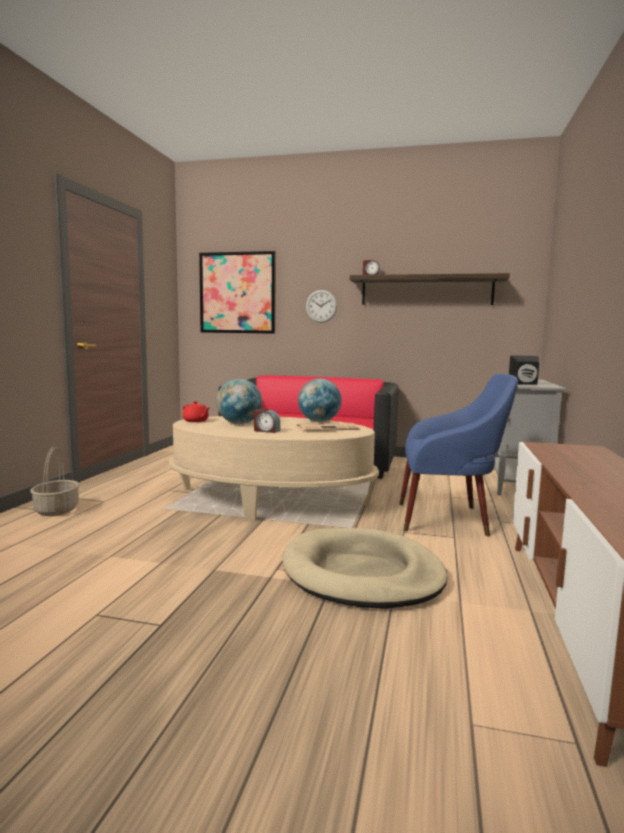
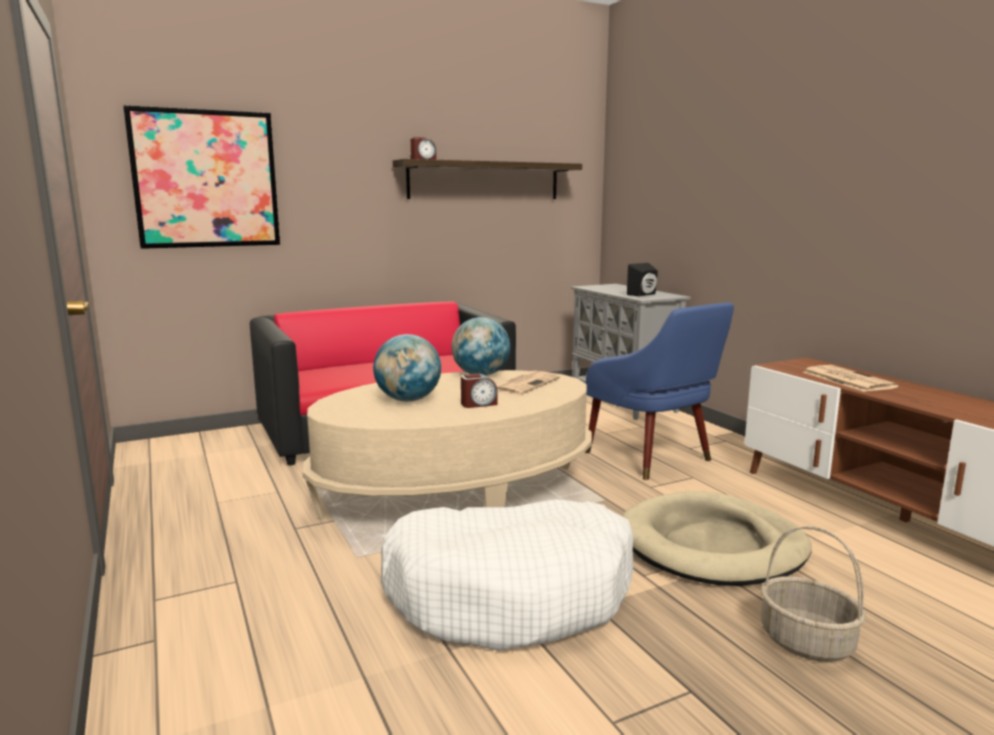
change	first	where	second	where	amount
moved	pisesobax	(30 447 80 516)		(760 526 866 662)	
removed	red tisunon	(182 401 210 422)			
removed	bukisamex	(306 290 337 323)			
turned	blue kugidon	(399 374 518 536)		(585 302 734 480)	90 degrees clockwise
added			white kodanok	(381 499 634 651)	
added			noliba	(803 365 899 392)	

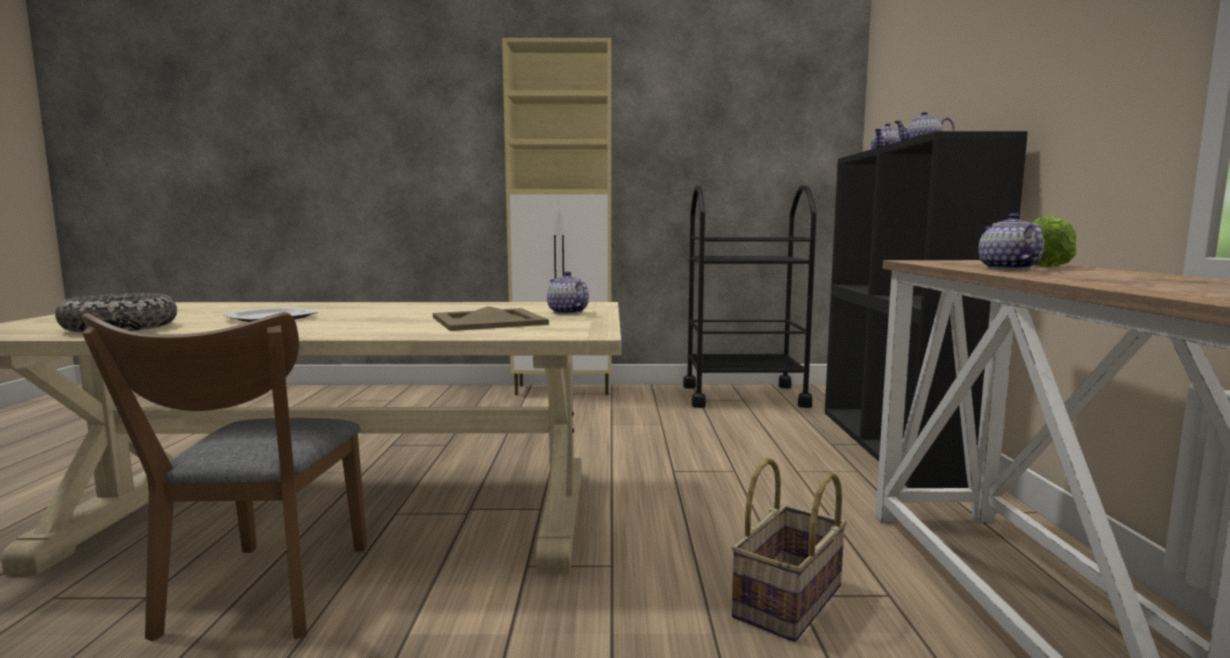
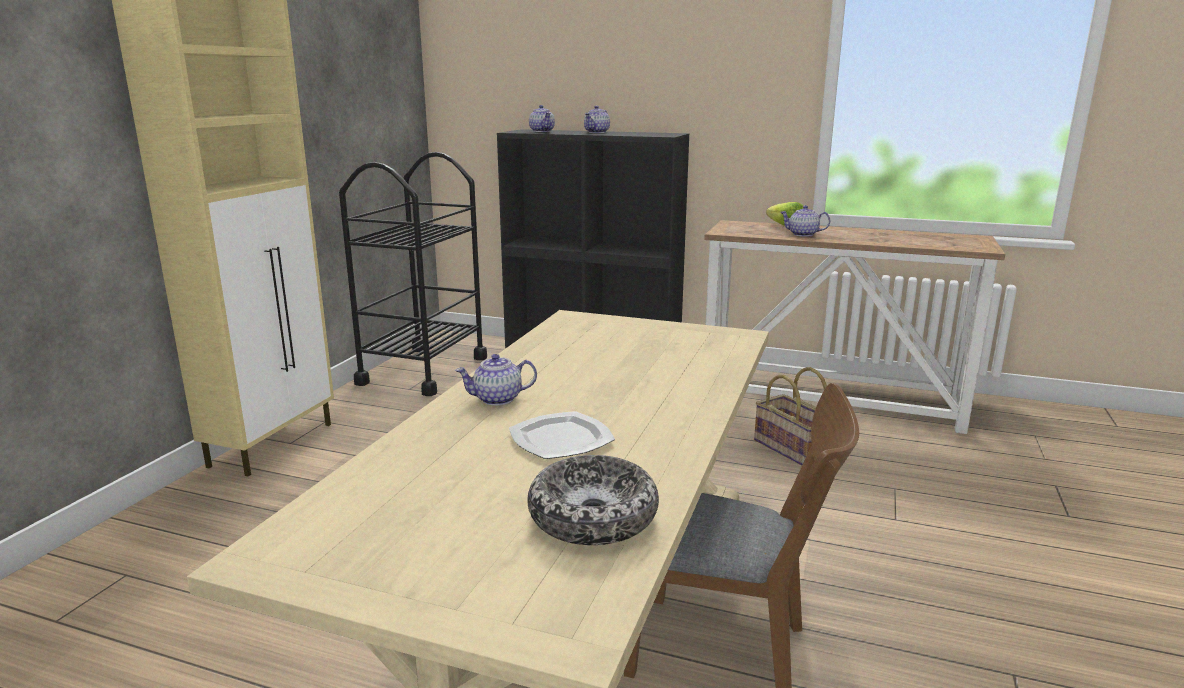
change	first	where	second	where	amount
removed	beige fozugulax	(433 306 549 331)			
moved	tisunon	(547 271 589 314)		(455 354 537 406)	

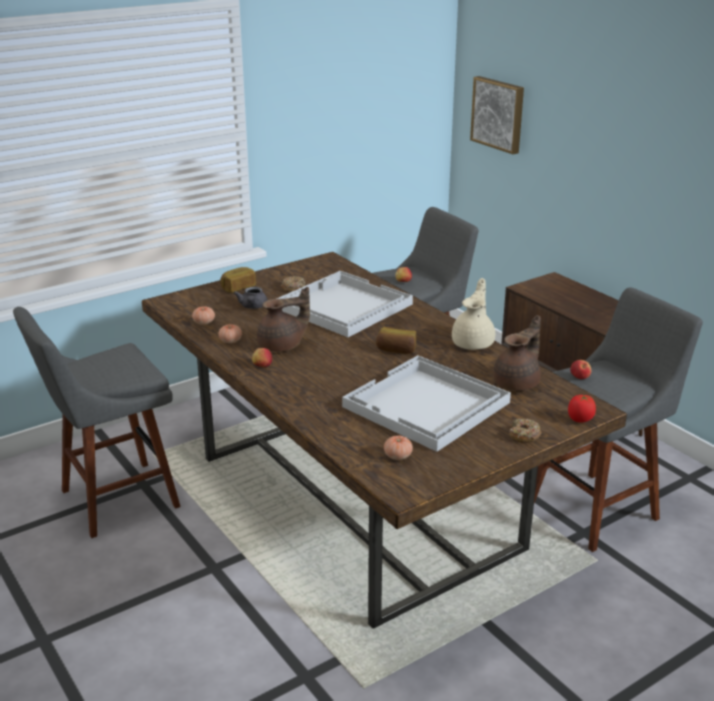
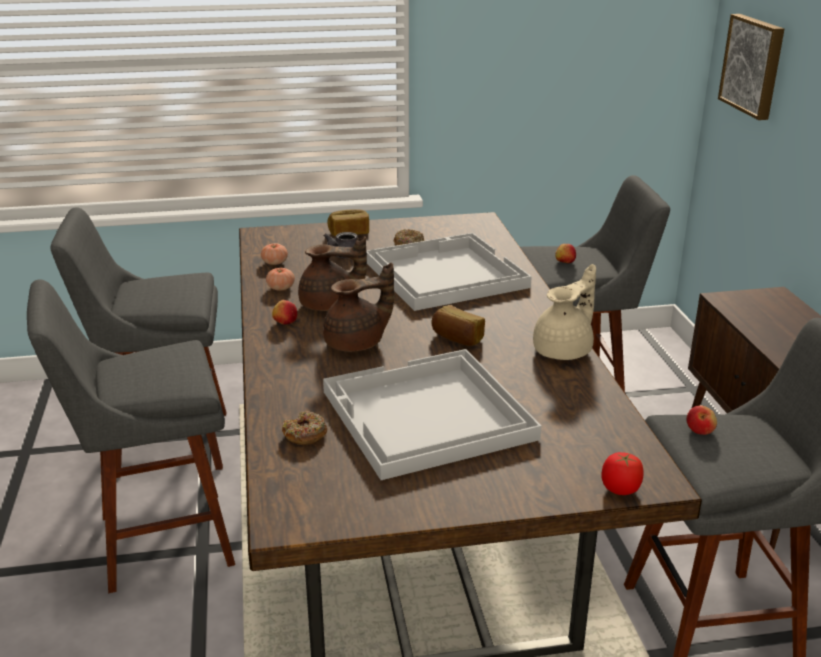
change	first	where	second	where	amount
removed	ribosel	(384 435 413 460)			
moved	brown tisunon	(493 315 541 391)		(323 262 394 352)	
moved	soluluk	(509 418 542 443)		(282 411 327 445)	
added			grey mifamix	(27 279 235 593)	

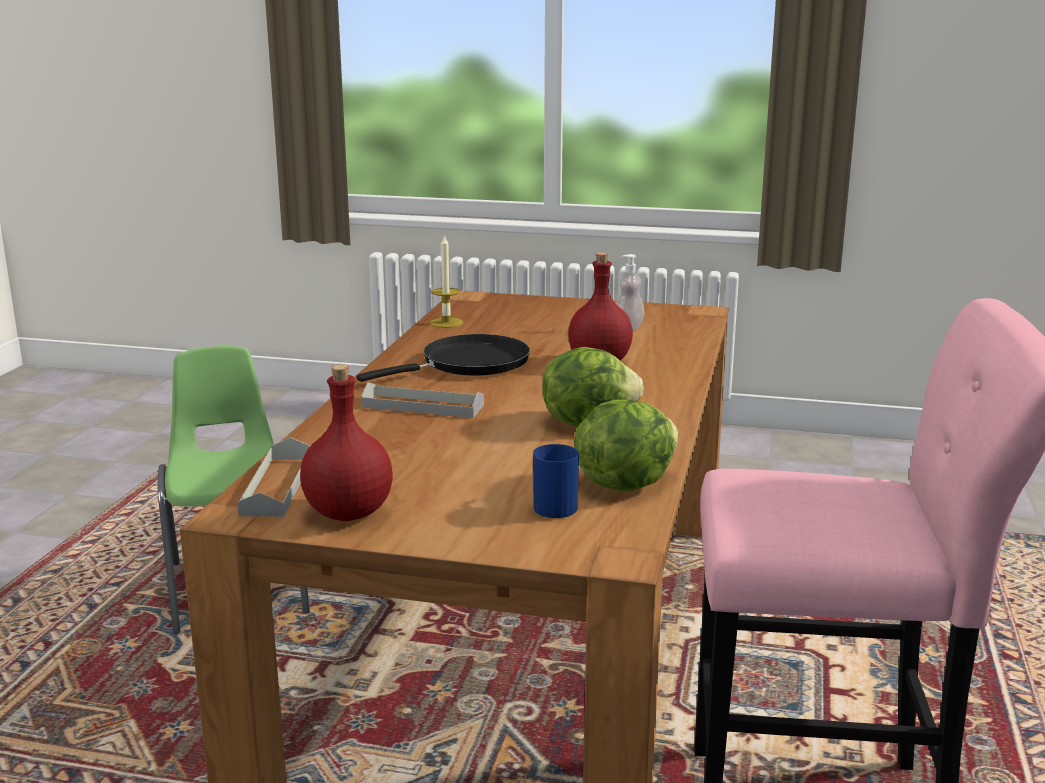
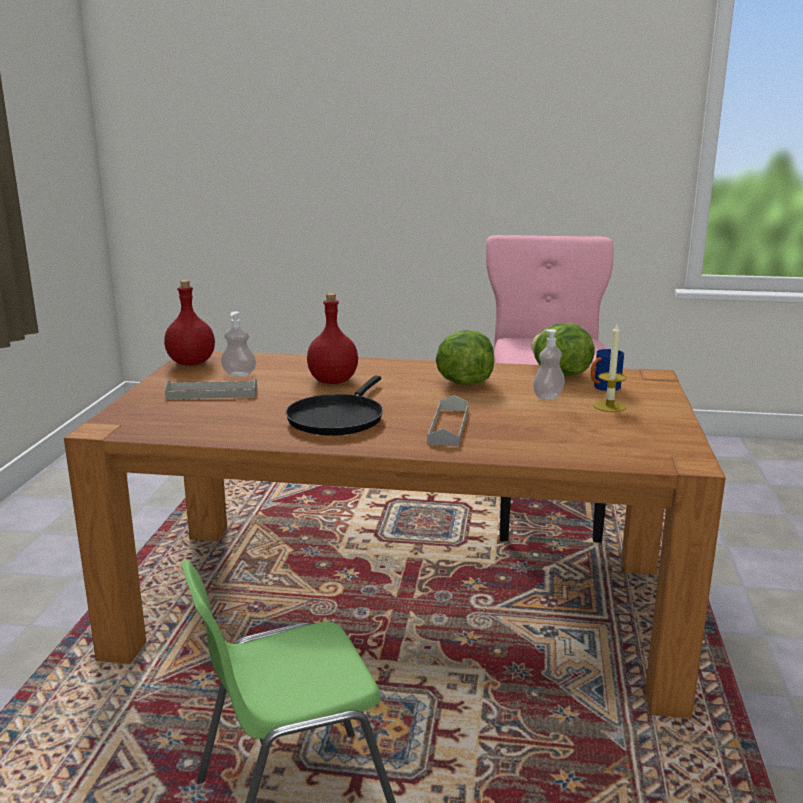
change	first	where	second	where	amount
moved	grey fozugulax	(237 437 310 517)		(165 378 257 399)	
moved	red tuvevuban	(300 364 393 521)		(164 280 215 366)	
turned	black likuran	(356 334 530 382)		(286 375 383 436)	120 degrees counterclockwise
moved	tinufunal	(430 234 463 328)		(593 324 627 412)	
added			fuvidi	(533 329 565 400)	

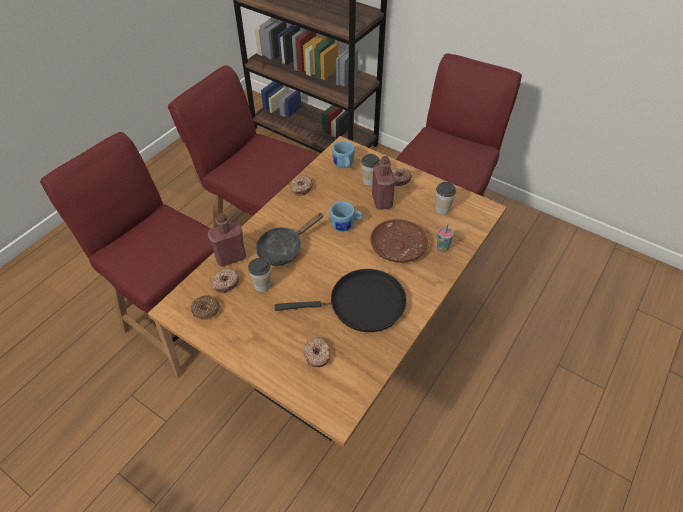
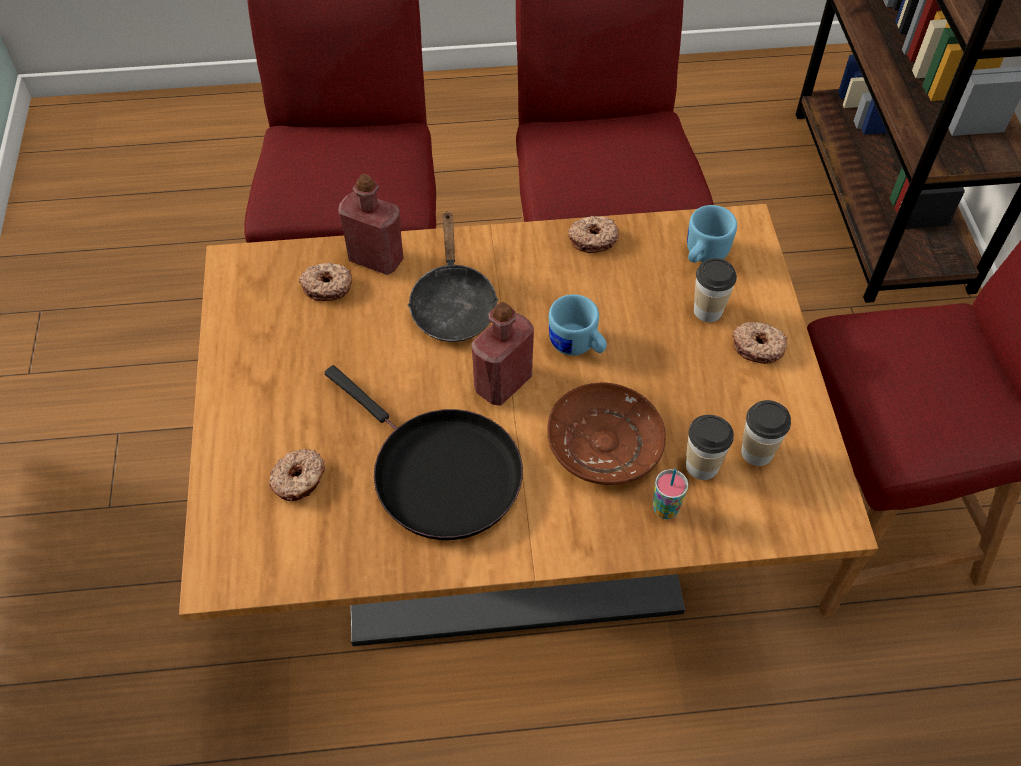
change	first	where	second	where	amount
removed	soluluk	(191 296 220 320)			
moved	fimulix	(248 258 271 292)		(686 415 734 480)	
turned	black likuran	(256 213 324 266)		(407 211 499 342)	105 degrees counterclockwise
moved	red tuvevuban	(372 156 395 210)		(471 302 534 406)	

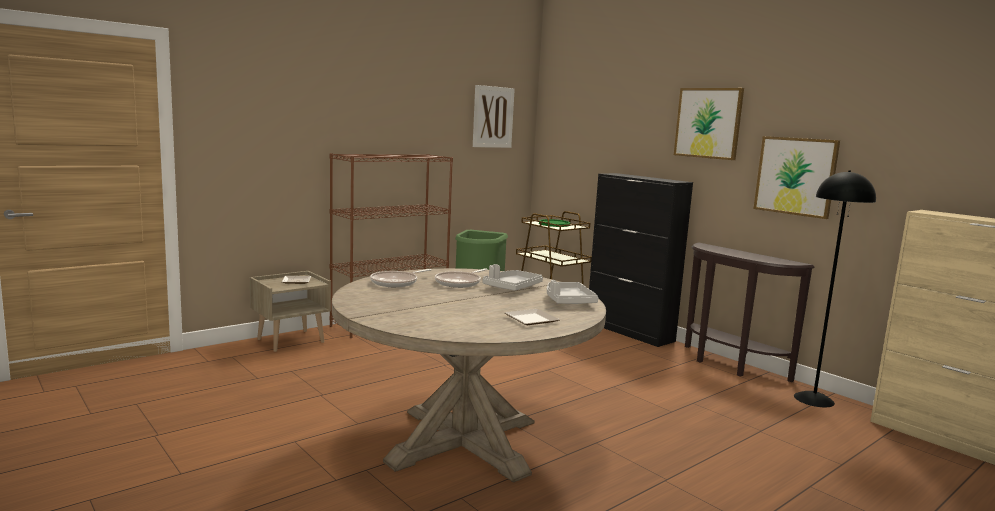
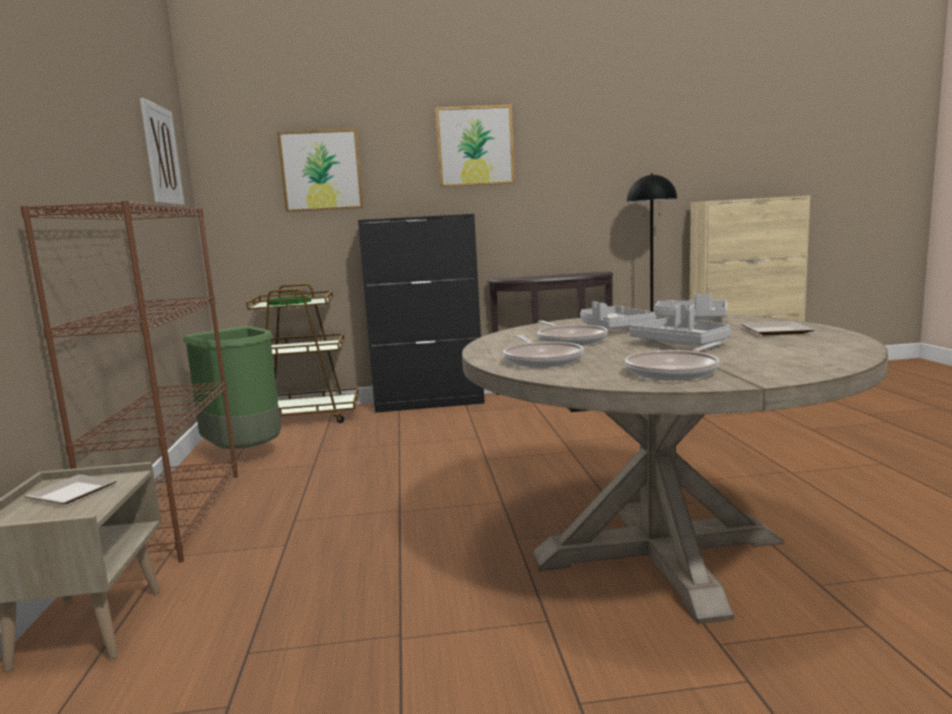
change	first	where	second	where	amount
moved	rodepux	(754 136 840 219)		(277 128 364 212)	
added			likuran	(625 342 721 380)	
added			grey fozugulax	(629 304 731 345)	

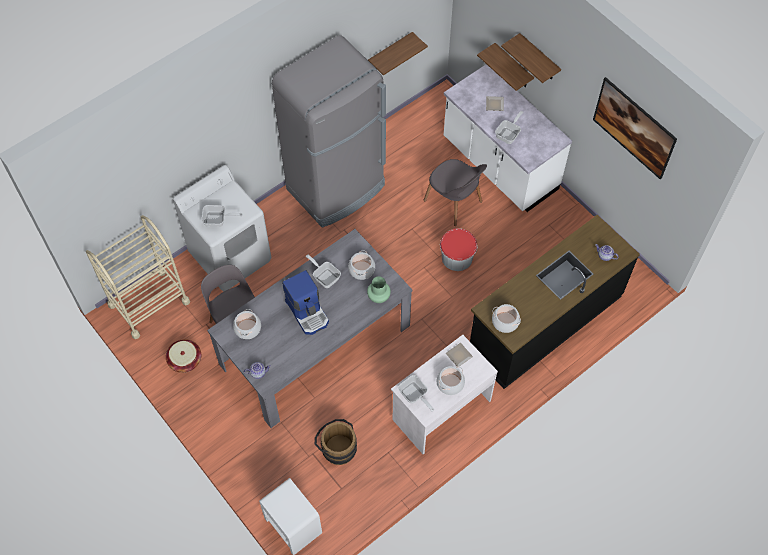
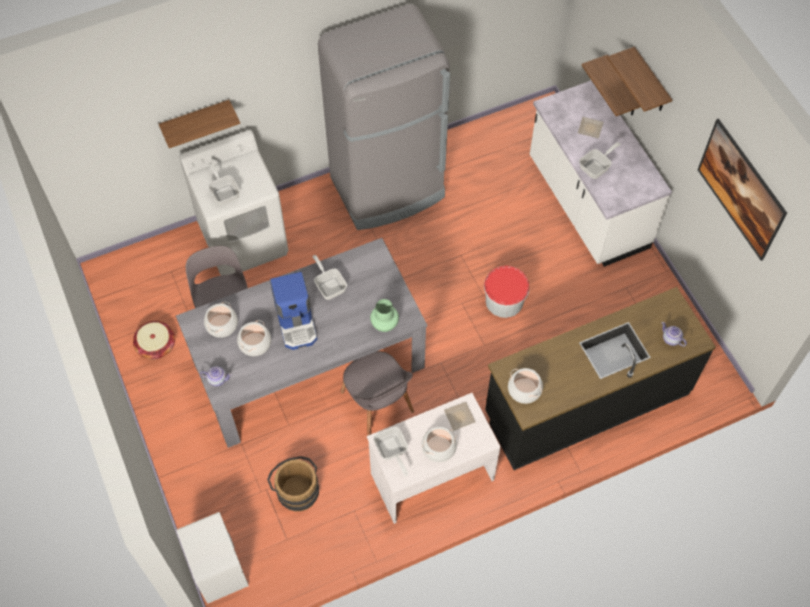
change	first	where	second	where	amount
removed	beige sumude	(86 215 190 339)			
turned	likuran	(201 205 243 227)		(208 162 240 205)	135 degrees counterclockwise
moved	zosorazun	(348 250 375 280)		(237 320 271 356)	
moved	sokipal	(368 32 428 75)		(159 100 240 148)	
moved	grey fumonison	(424 159 487 226)		(341 351 414 436)	

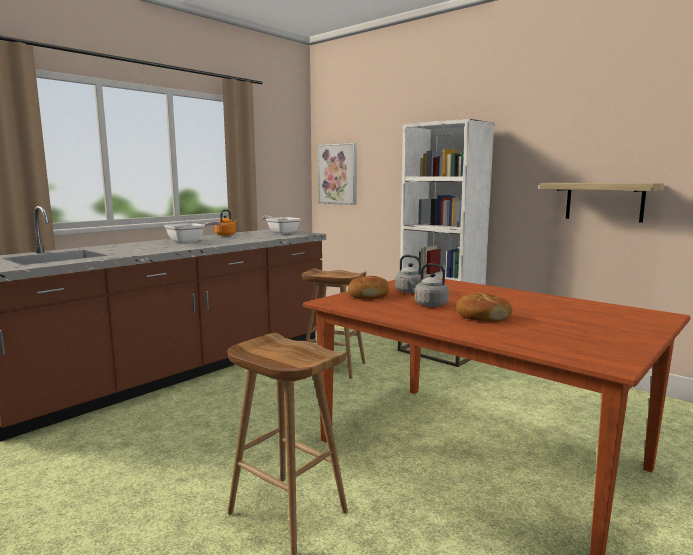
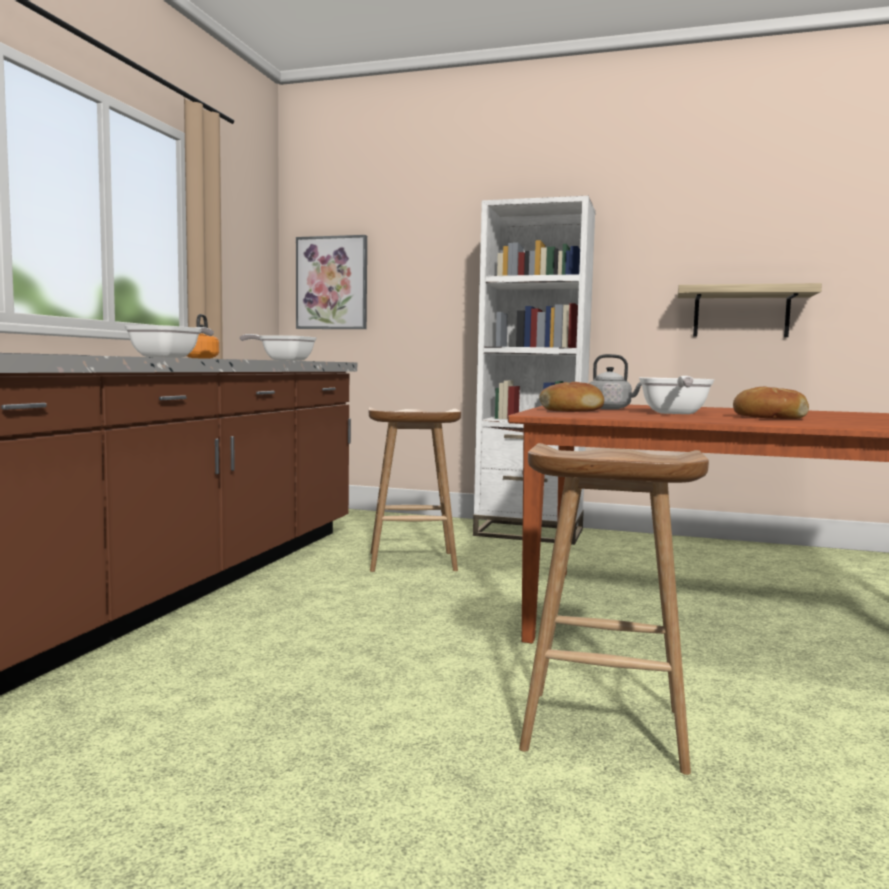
change	first	where	second	where	amount
replaced	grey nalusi	(409 264 449 307)	likuran	(639 376 714 414)	

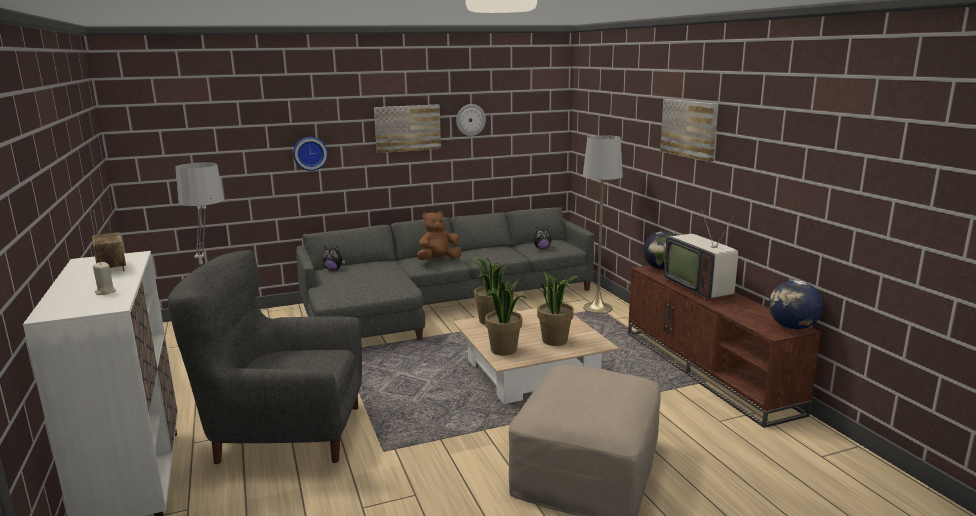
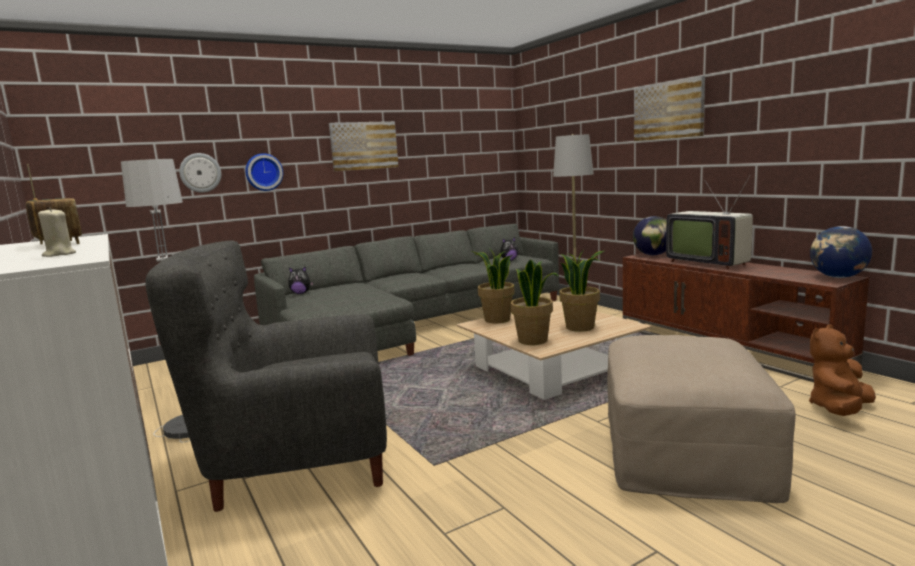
change	first	where	second	where	amount
moved	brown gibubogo	(417 211 462 260)		(809 324 876 416)	
moved	bukisamex	(456 104 486 136)		(179 153 221 193)	

